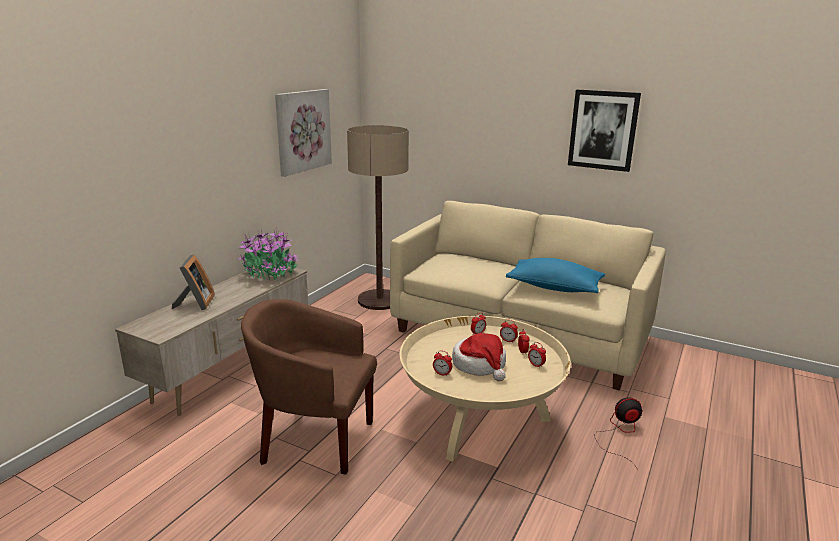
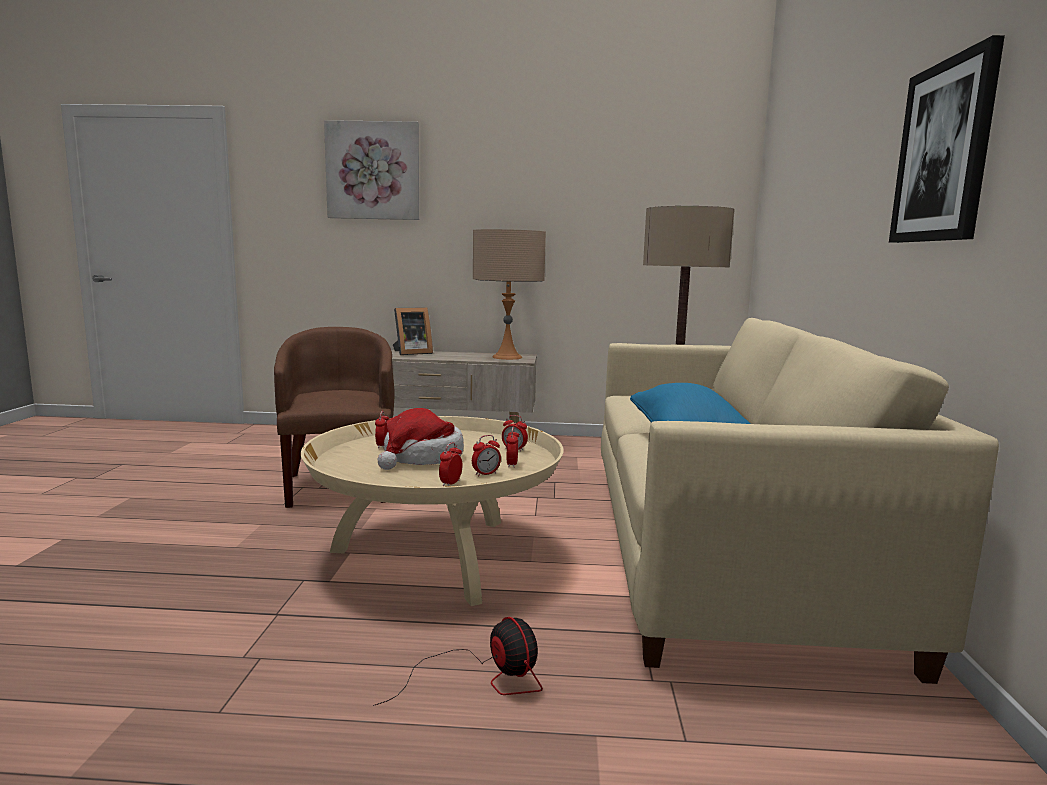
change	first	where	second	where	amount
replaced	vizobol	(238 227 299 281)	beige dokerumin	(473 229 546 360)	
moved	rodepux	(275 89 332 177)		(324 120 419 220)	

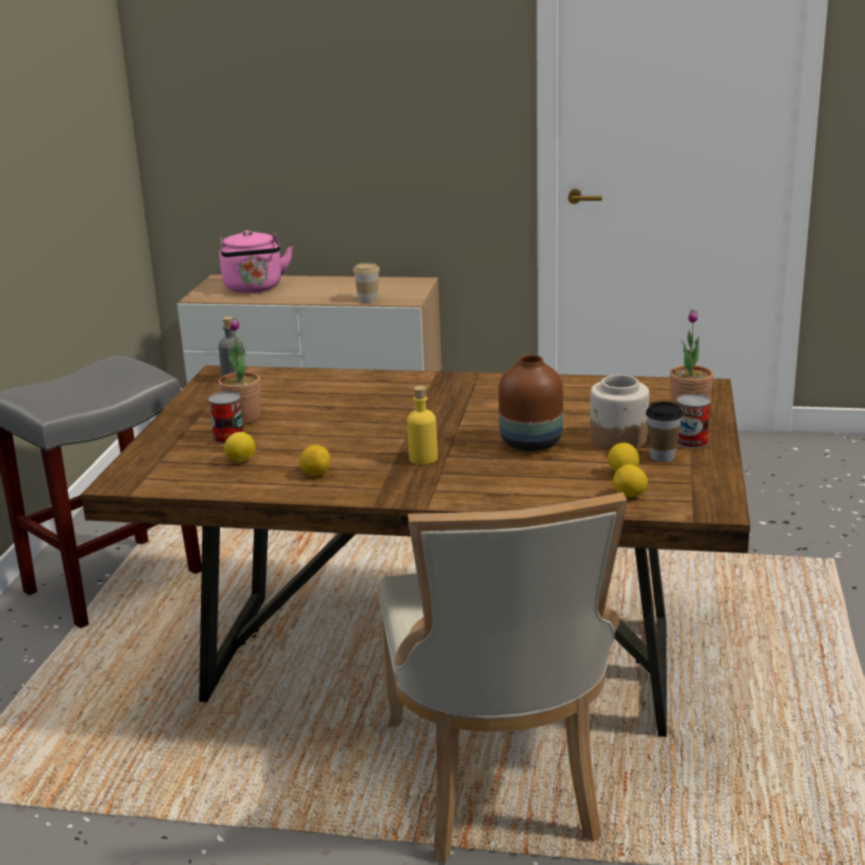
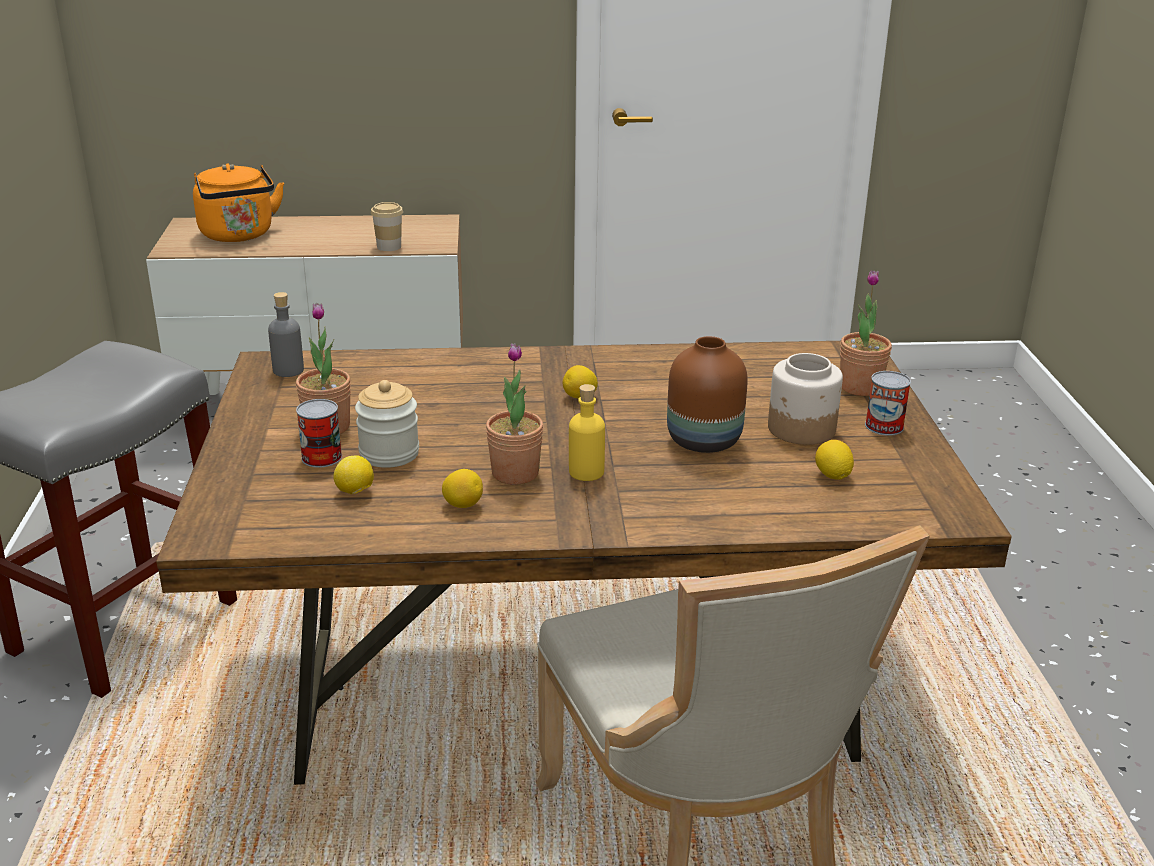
change	first	where	second	where	amount
recoloured	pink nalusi	(219 230 293 293)	orange nalusi	(193 163 284 242)	
moved	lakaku	(613 464 648 497)		(563 365 598 399)	
removed	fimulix	(646 401 683 462)			
added			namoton	(355 380 419 468)	
added			vizobol	(486 343 544 485)	

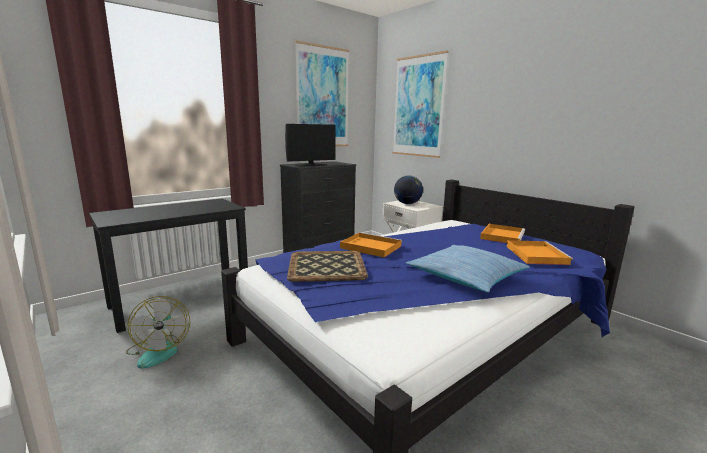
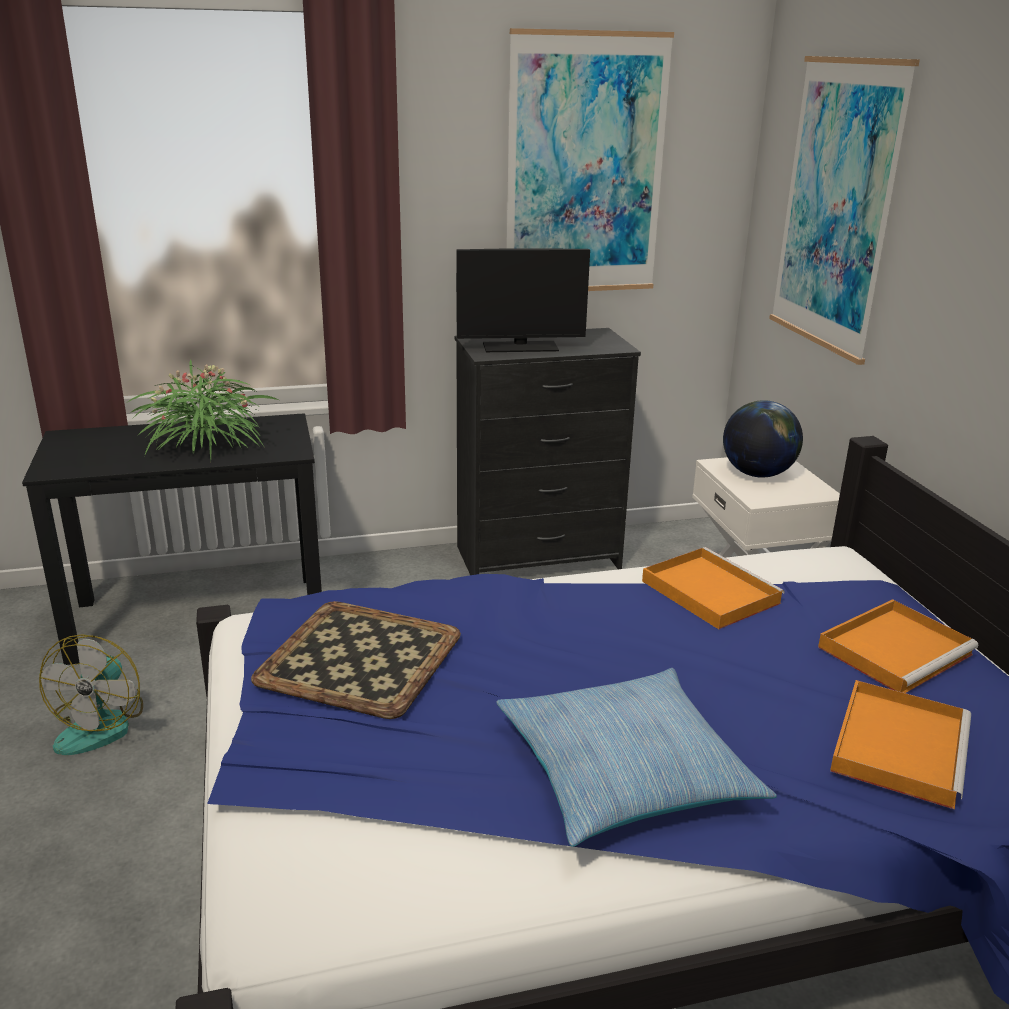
change	first	where	second	where	amount
moved	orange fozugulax	(340 232 402 258)		(642 547 784 629)	
added			vizobol	(128 359 278 460)	

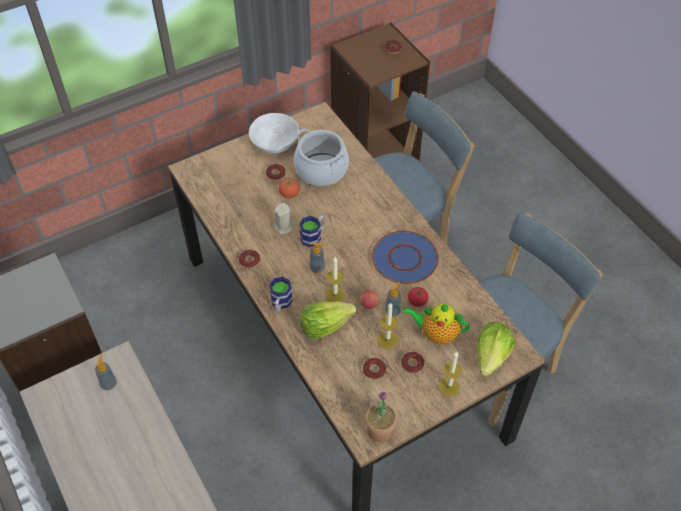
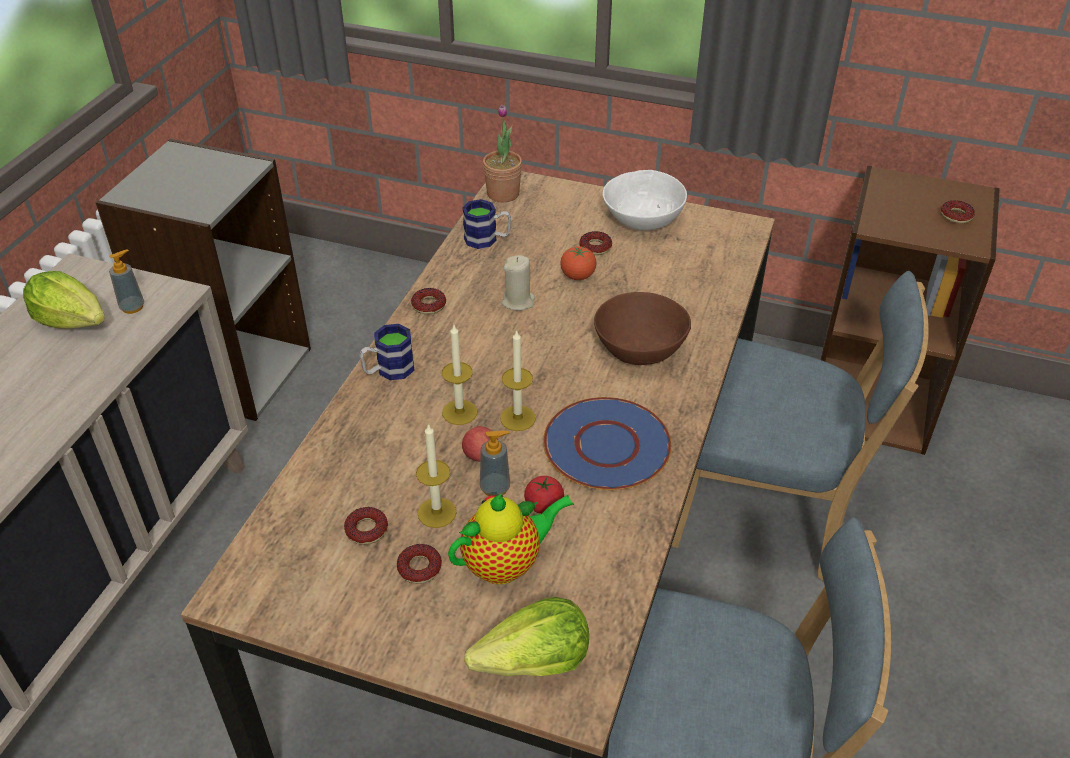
change	first	where	second	where	amount
removed	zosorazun	(294 128 349 186)			
moved	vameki	(299 215 325 247)		(462 199 511 249)	
moved	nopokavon	(300 301 357 339)		(23 271 105 329)	
removed	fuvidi	(310 242 325 273)			
moved	vizobol	(365 392 397 442)		(483 105 522 203)	
turned	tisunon	(402 304 470 344)		(448 494 574 584)	90 degrees clockwise
moved	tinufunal	(439 351 462 396)		(500 330 536 431)	
added			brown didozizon	(594 292 691 365)	

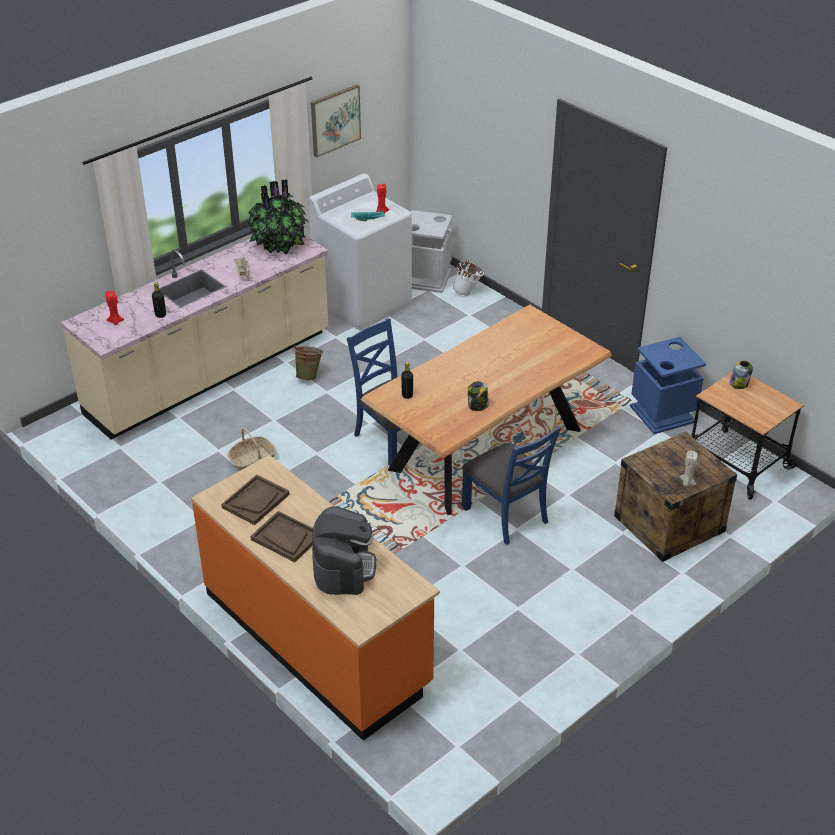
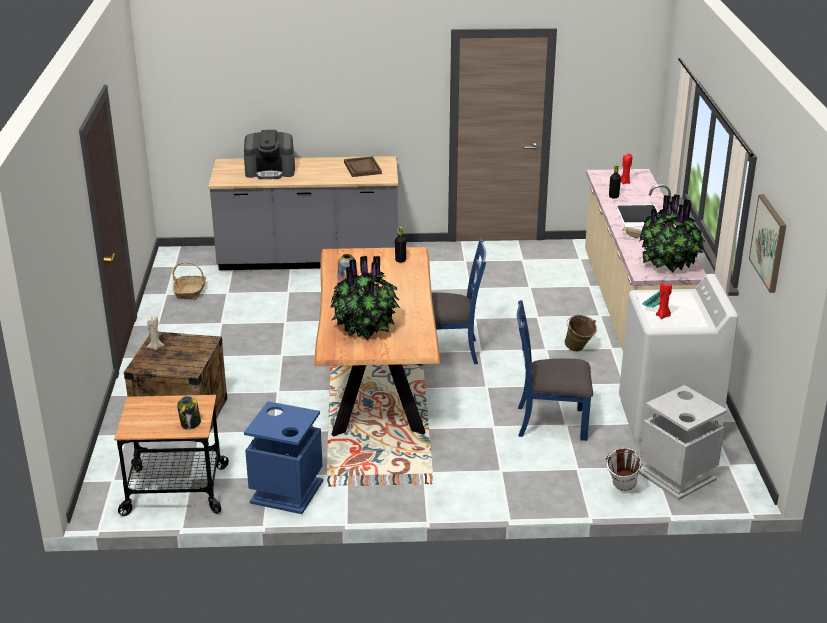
change	first	where	second	where	amount
recoloured	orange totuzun	(191 455 440 741)	grey totuzun	(208 156 398 270)	
moved	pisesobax	(228 428 276 470)		(172 262 206 300)	
removed	brown fozugulax	(250 511 313 562)			
turned	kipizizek	(312 506 376 595)		(244 130 295 179)	45 degrees counterclockwise
moved	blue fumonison	(462 425 561 545)		(517 300 593 441)	
added			vizobol	(330 256 400 340)	

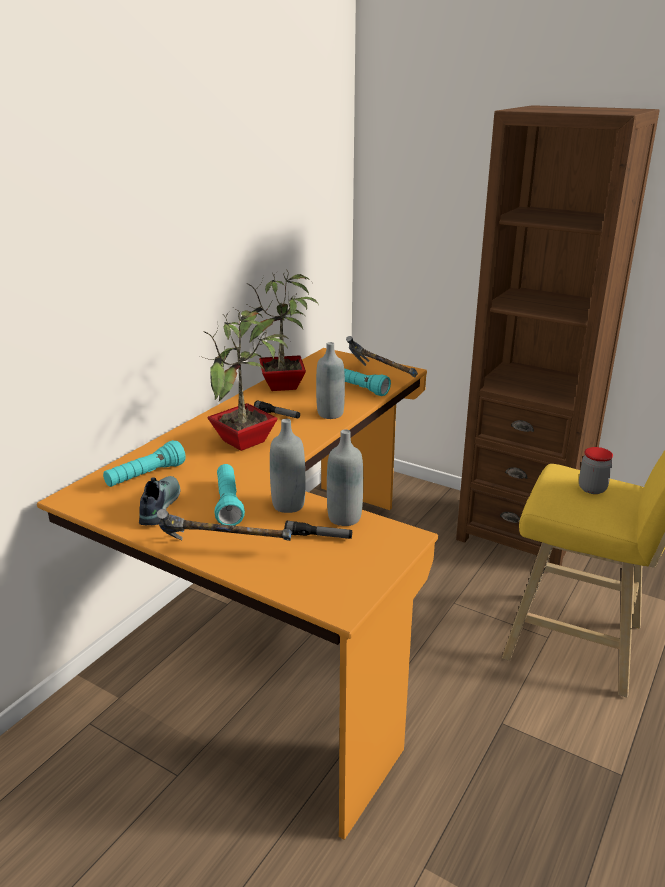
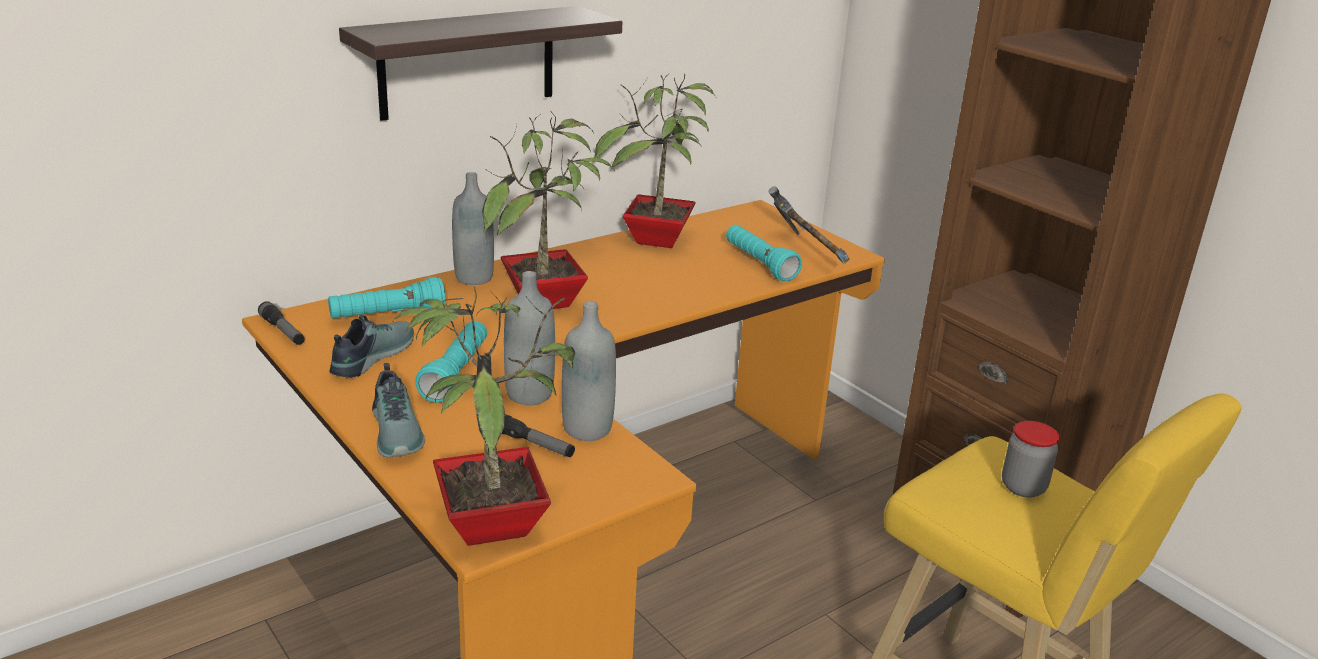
change	first	where	second	where	amount
replaced	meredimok	(157 509 292 541)	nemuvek	(372 363 425 458)	
moved	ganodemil	(254 400 300 418)		(258 301 305 345)	
moved	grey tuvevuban	(316 342 345 419)		(452 172 494 285)	
added			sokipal	(339 6 622 121)	
added			vizobol	(393 286 575 546)	

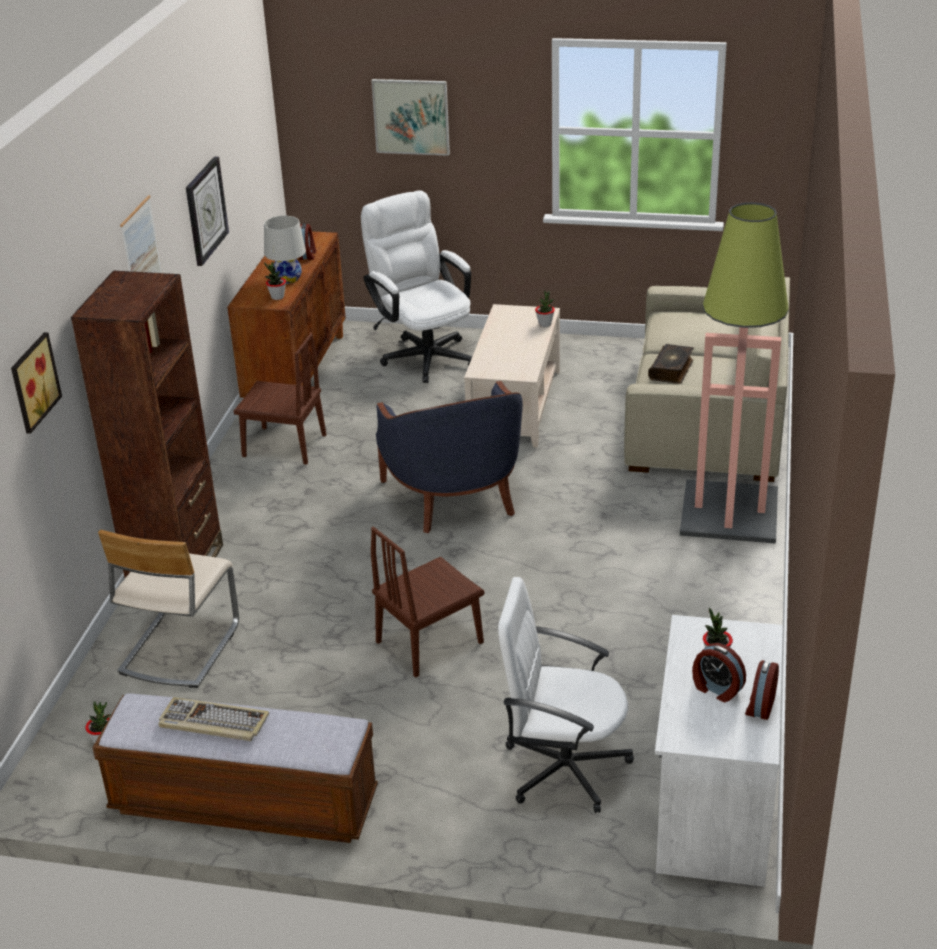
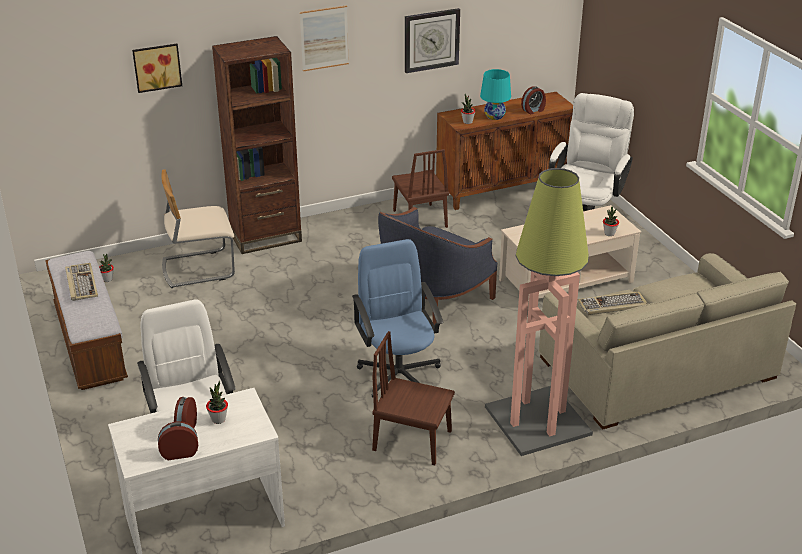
change	first	where	second	where	amount
recoloured	white dokerumin	(264 216 306 284)	turquoise dokerumin	(480 69 511 120)	
removed	rodepux	(371 79 450 156)			
moved	brown fumonison	(371 526 484 678)		(372 331 455 465)	
replaced	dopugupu	(648 344 694 384)	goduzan	(578 292 647 315)	
added			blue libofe	(352 239 443 397)	

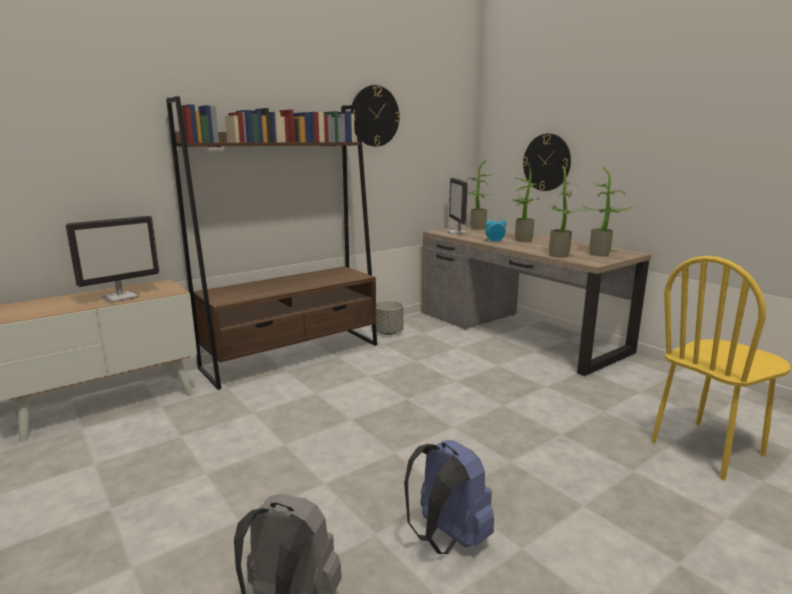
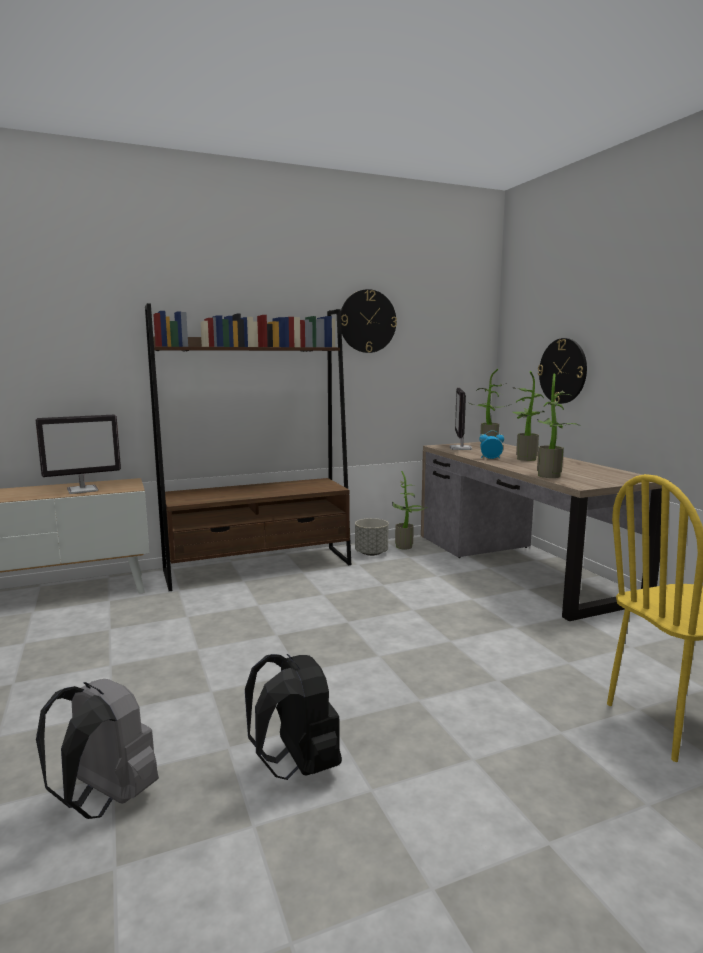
change	first	where	second	where	amount
recoloured	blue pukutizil	(404 440 494 554)	black pukutizil	(245 654 342 780)	
moved	vizobol	(582 166 633 256)		(392 471 428 549)	

